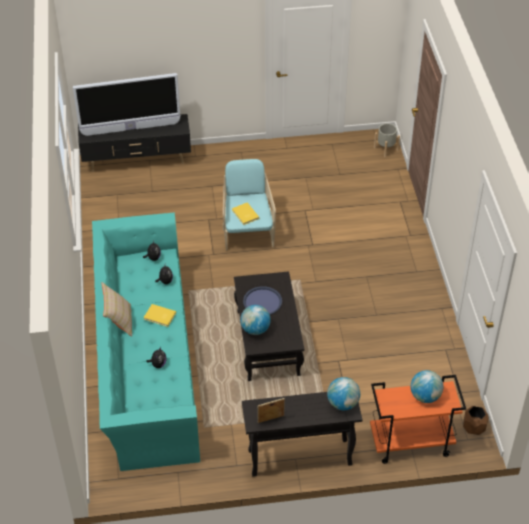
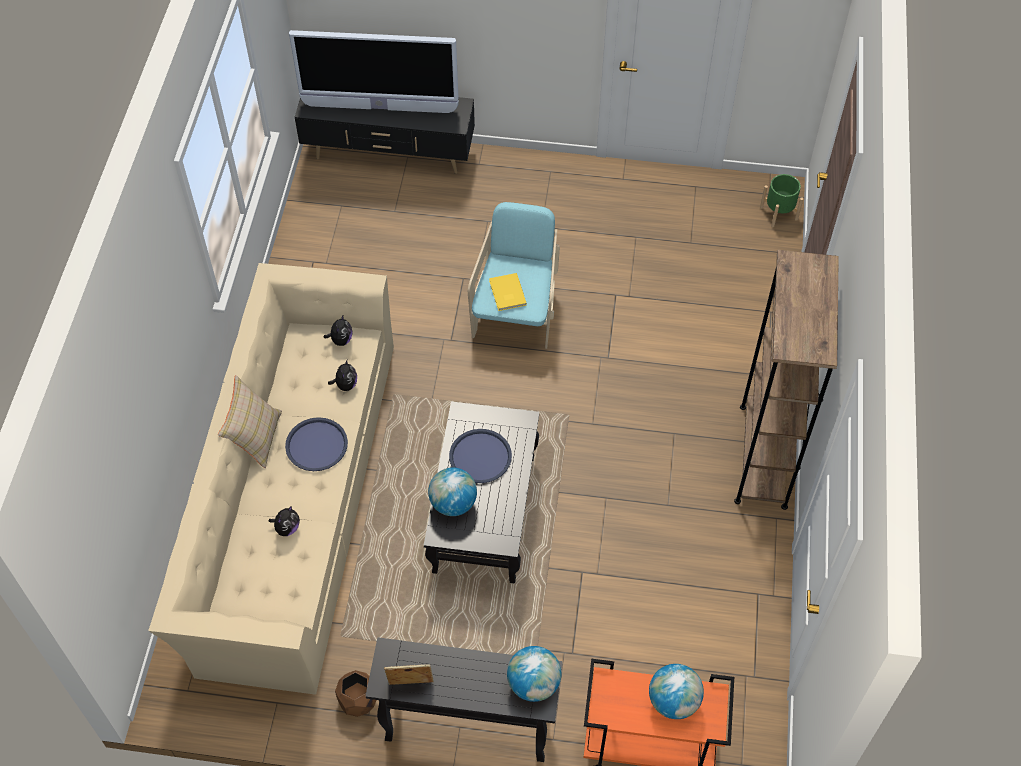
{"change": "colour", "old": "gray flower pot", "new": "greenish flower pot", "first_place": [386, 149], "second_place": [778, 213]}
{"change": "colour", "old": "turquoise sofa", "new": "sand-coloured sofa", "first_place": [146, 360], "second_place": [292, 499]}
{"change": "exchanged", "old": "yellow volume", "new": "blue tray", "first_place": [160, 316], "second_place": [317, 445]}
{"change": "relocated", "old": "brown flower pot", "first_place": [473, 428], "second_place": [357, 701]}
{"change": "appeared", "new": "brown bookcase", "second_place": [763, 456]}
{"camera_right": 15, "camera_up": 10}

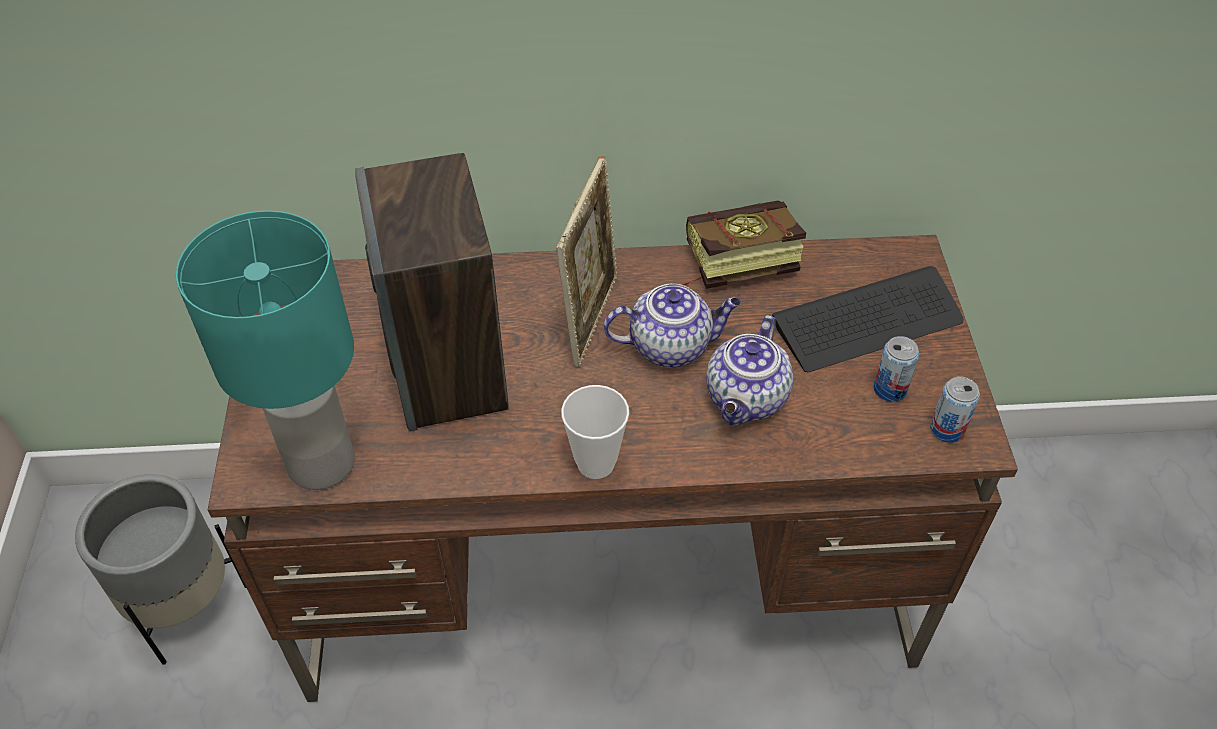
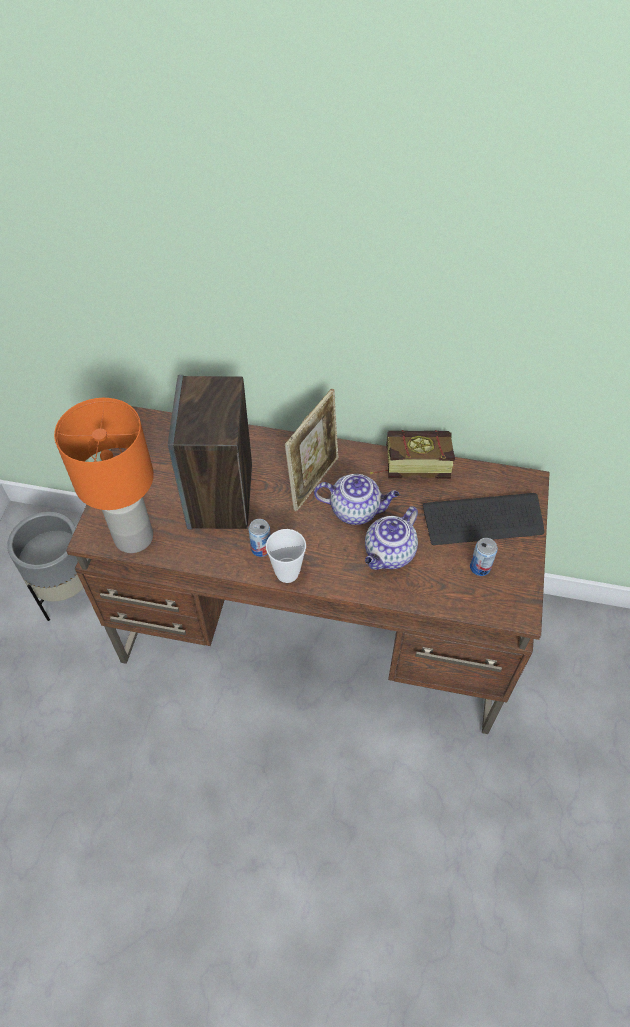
{"change": "colour", "old": "turquoise lamp for a table", "new": "orange lamp for a table", "first_place": [320, 465], "second_place": [133, 538]}
{"change": "relocated", "old": "metal can", "first_place": [947, 429], "second_place": [261, 548]}
{"camera_right": 15, "camera_up": 5}

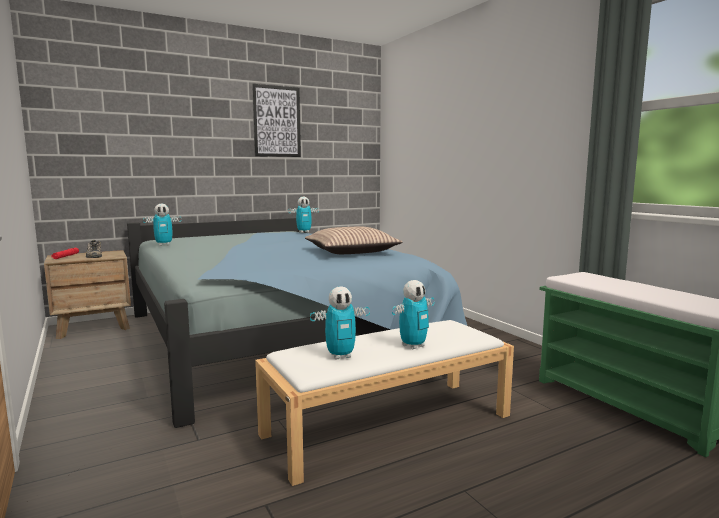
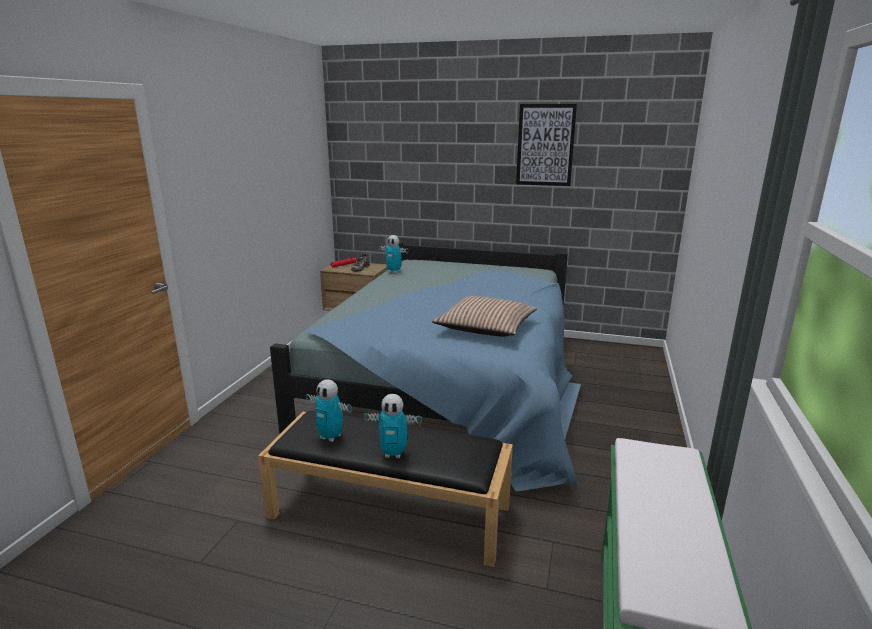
{"change": "missing", "old": "toy robot", "first_place": [304, 232]}
{"change": "colour", "old": "white-coloured bench", "new": "blackish bench", "first_place": [389, 424], "second_place": [391, 511]}
{"camera_right": 45, "camera_up": 10}

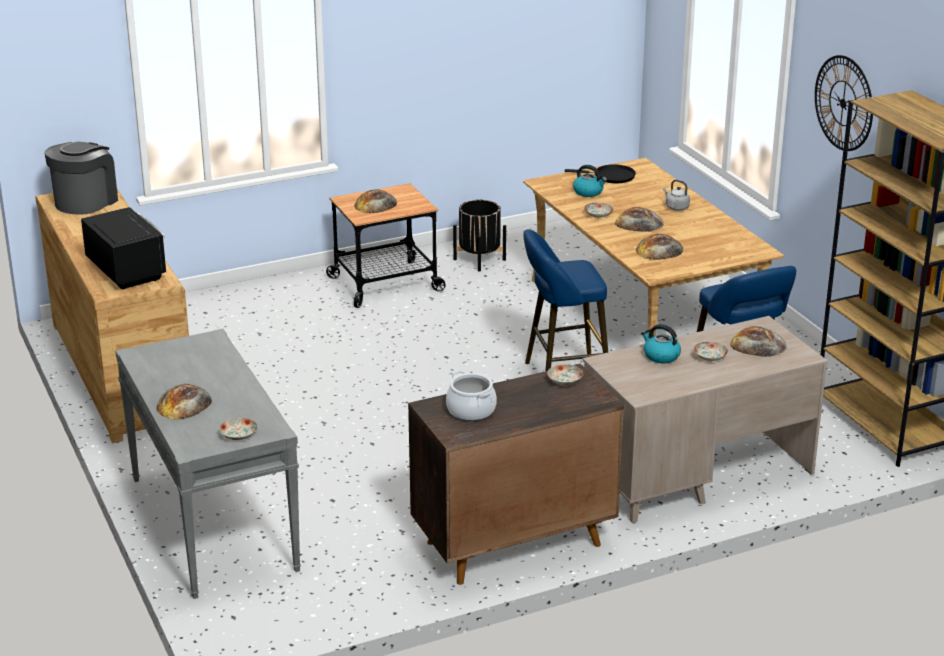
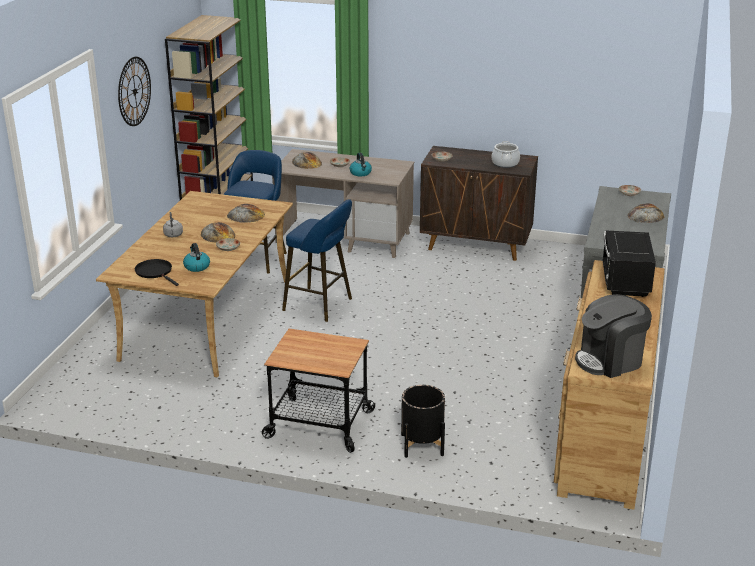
{"change": "missing", "old": "bakery bread", "first_place": [375, 204]}
{"change": "relocated", "old": "blackish flower pot", "first_place": [479, 259], "second_place": [422, 445]}
{"camera_right": -140, "camera_up": 0}

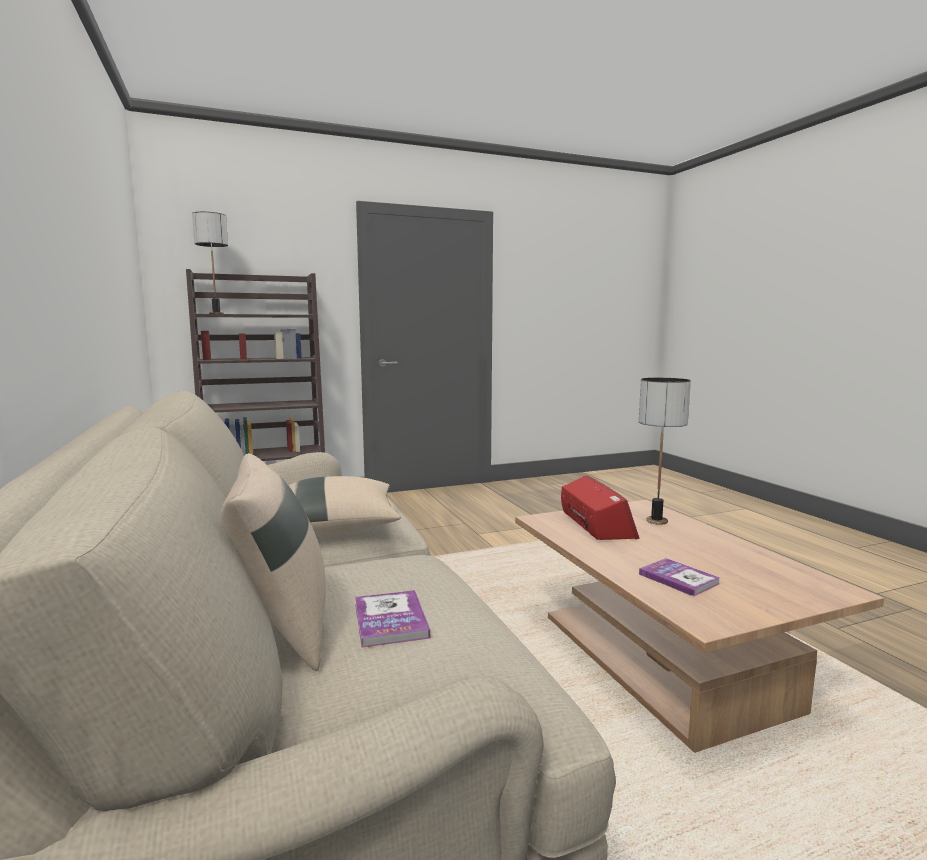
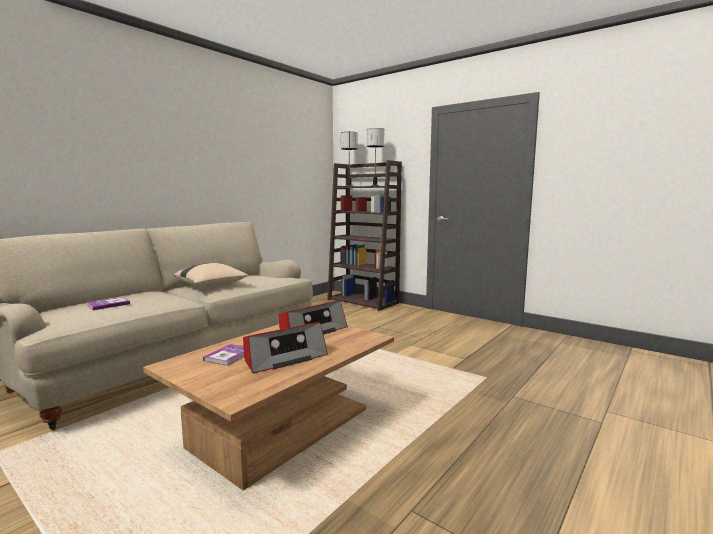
{"change": "relocated", "old": "lamp for a table", "first_place": [657, 521], "second_place": [375, 186]}
{"change": "missing", "old": "sand-coloured throw pillow", "first_place": [280, 628]}
{"change": "appeared", "new": "radio receiver", "second_place": [284, 358]}
{"camera_right": 60, "camera_up": 0}

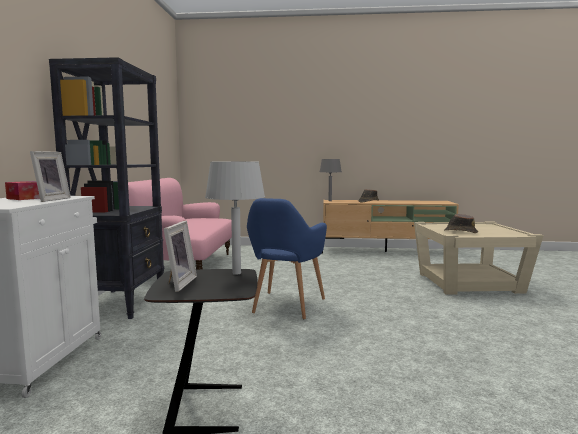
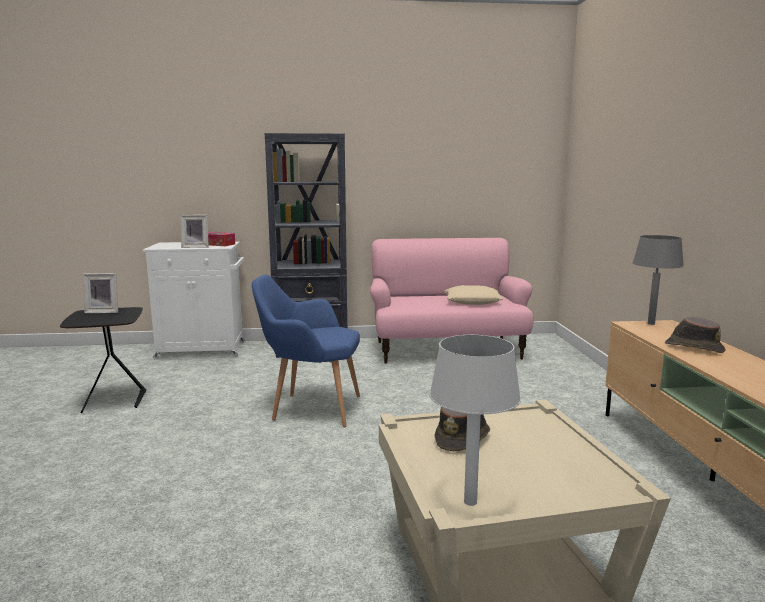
{"change": "relocated", "old": "gray lamp for a table", "first_place": [236, 273], "second_place": [469, 501]}
{"change": "appeared", "new": "sand-coloured throw pillow", "second_place": [472, 301]}
{"camera_right": 80, "camera_up": 5}

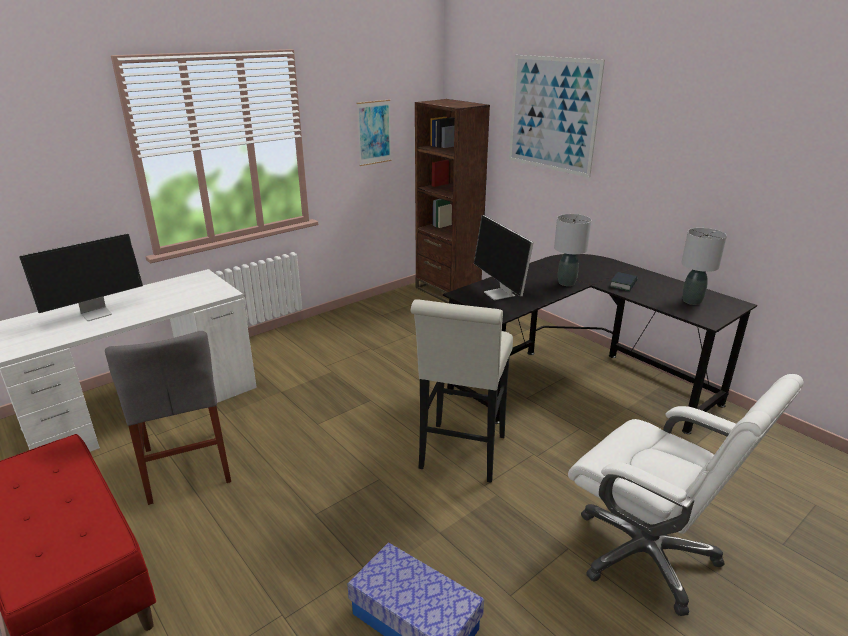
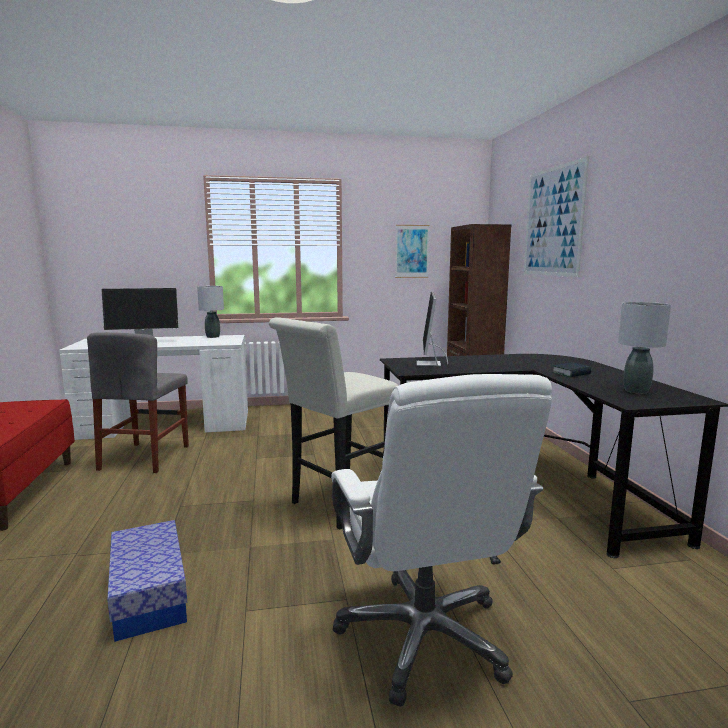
{"change": "relocated", "old": "gray lamp for a table", "first_place": [566, 283], "second_place": [212, 337]}
{"camera_right": 30, "camera_up": -15}

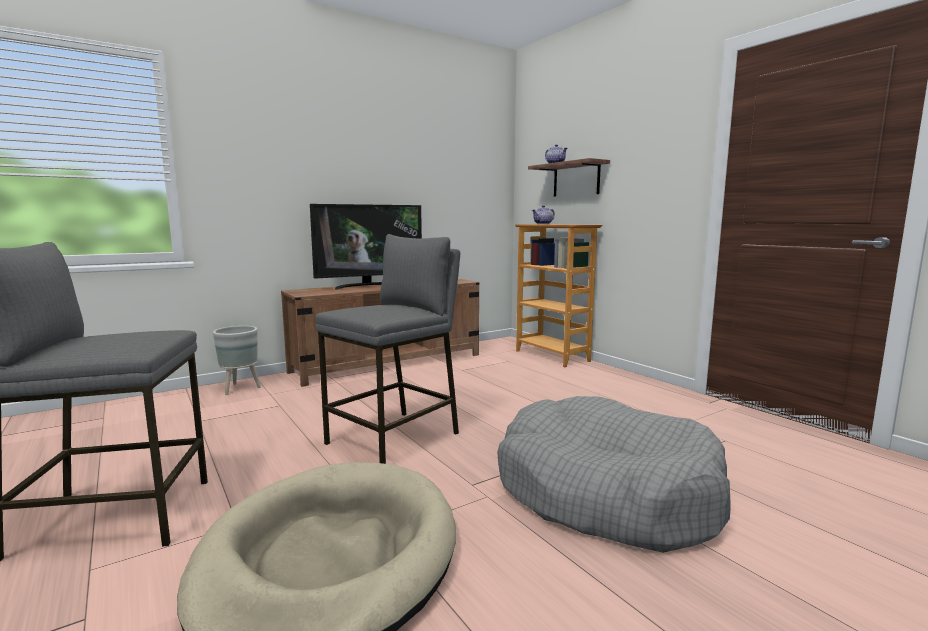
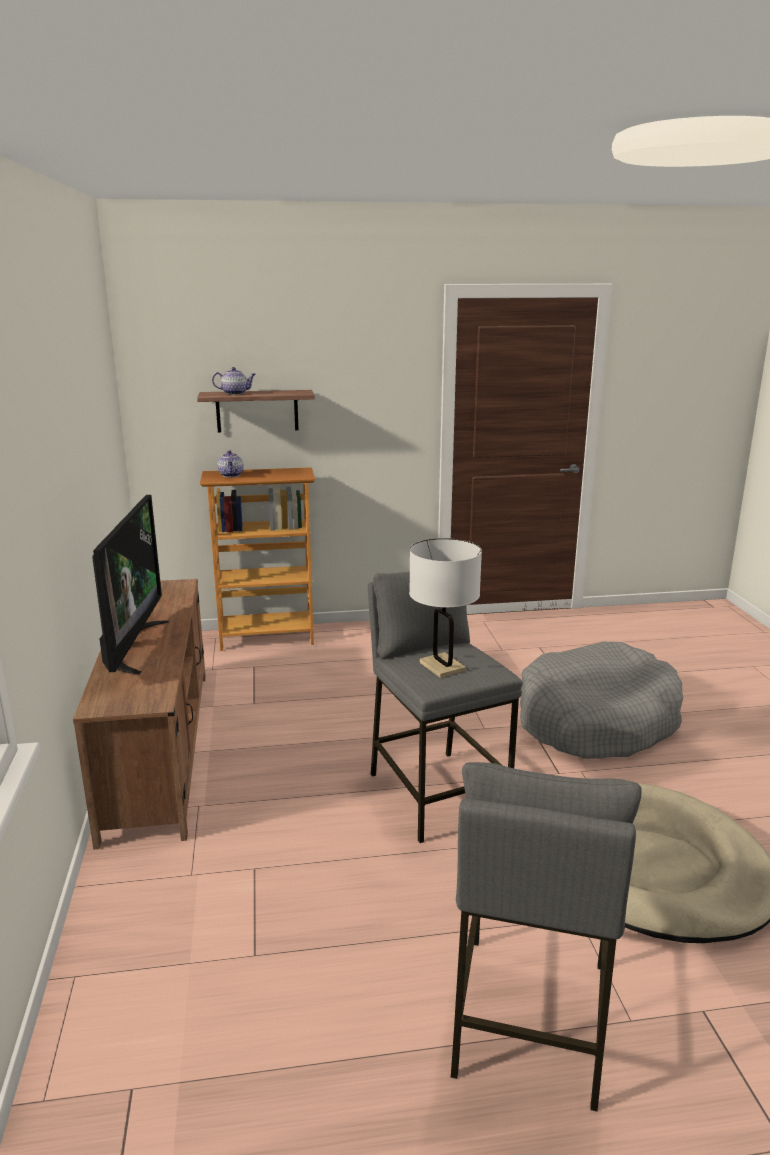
{"change": "missing", "old": "gray flower pot", "first_place": [239, 389]}
{"change": "appeared", "new": "white-coloured lamp for a table", "second_place": [442, 666]}
{"camera_right": -65, "camera_up": 10}

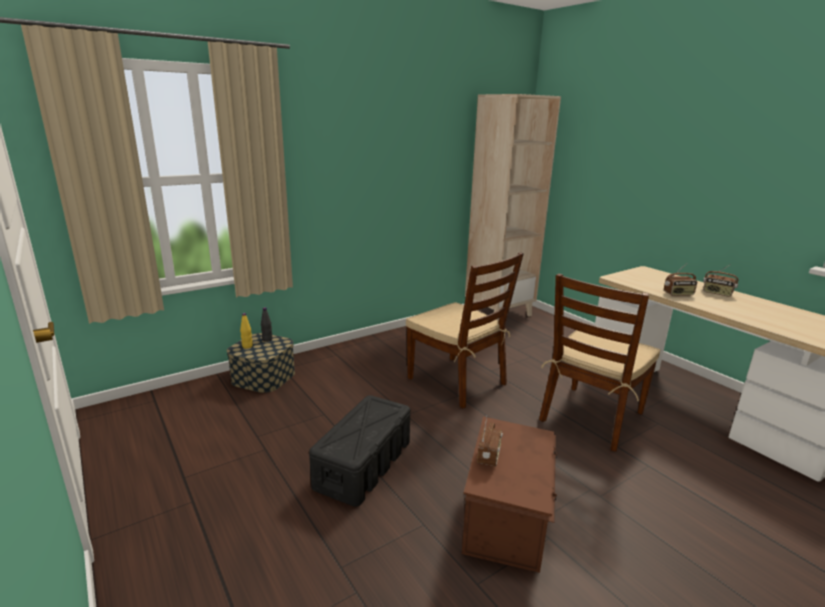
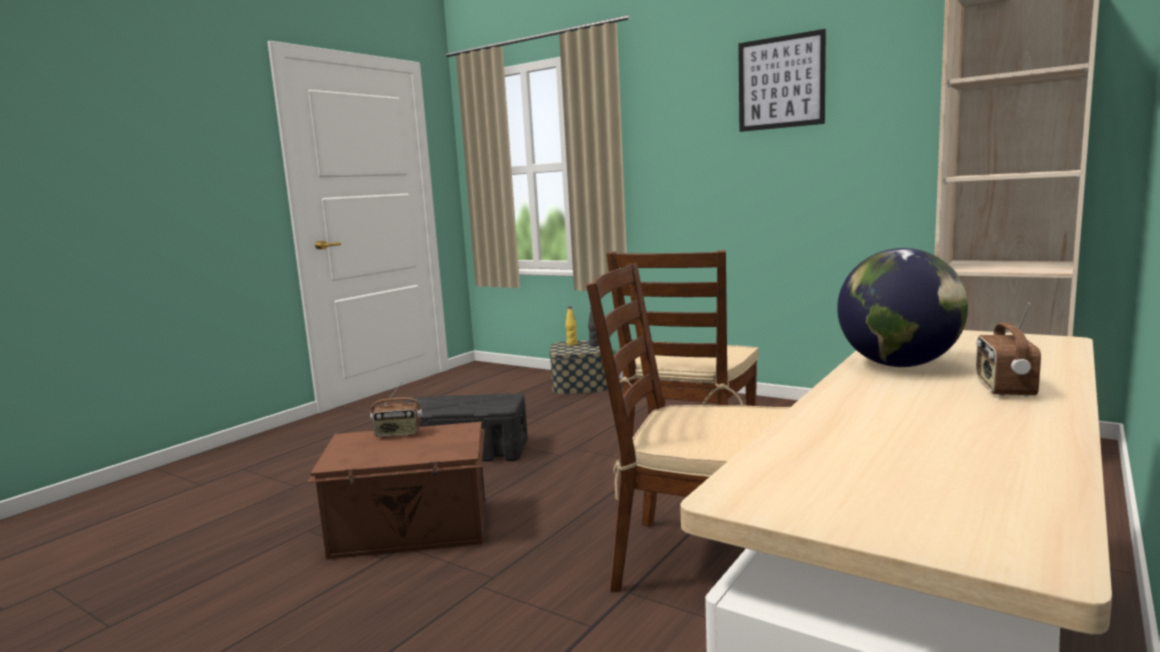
{"change": "exchanged", "old": "radio receiver", "new": "globe", "first_place": [678, 294], "second_place": [899, 365]}
{"change": "appeared", "new": "wall picture", "second_place": [781, 82]}
{"camera_right": 70, "camera_up": -10}

